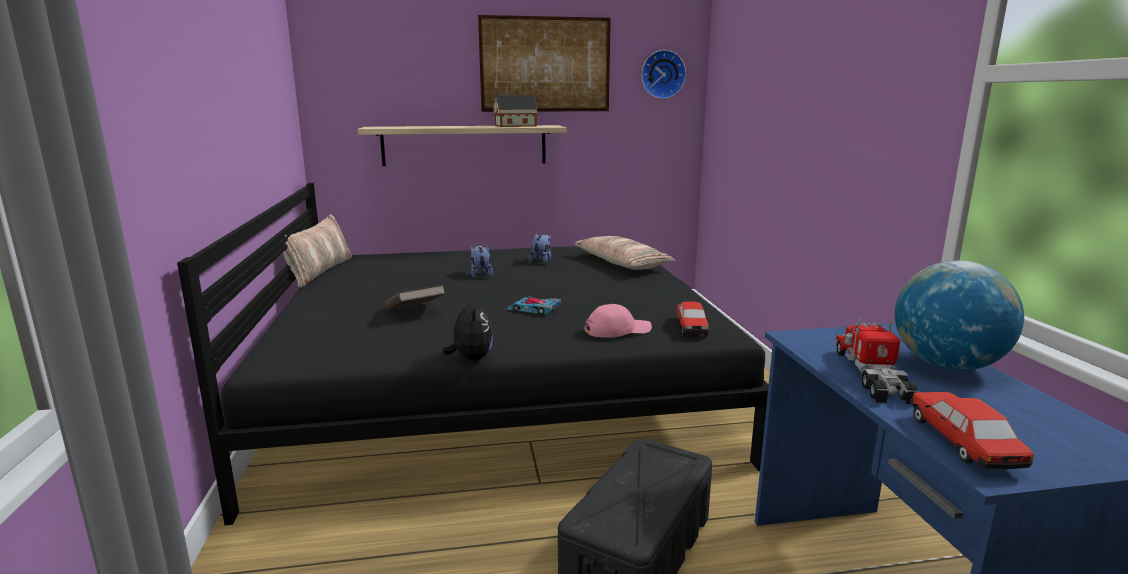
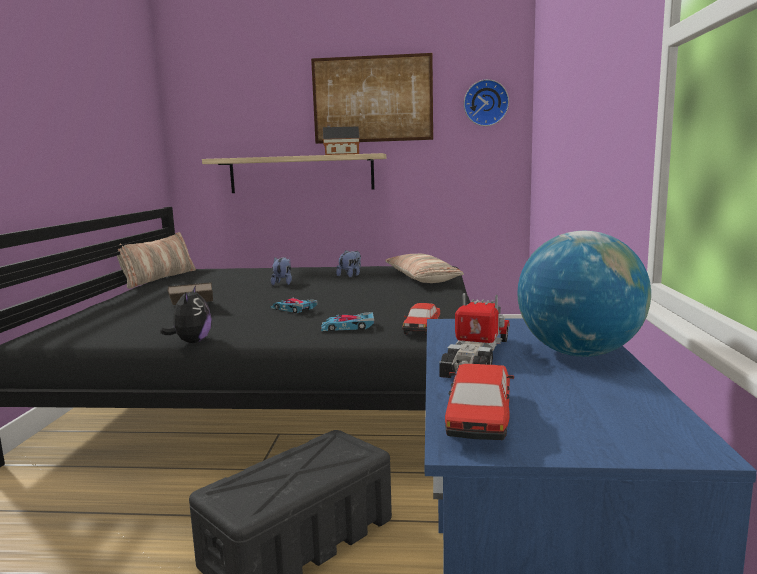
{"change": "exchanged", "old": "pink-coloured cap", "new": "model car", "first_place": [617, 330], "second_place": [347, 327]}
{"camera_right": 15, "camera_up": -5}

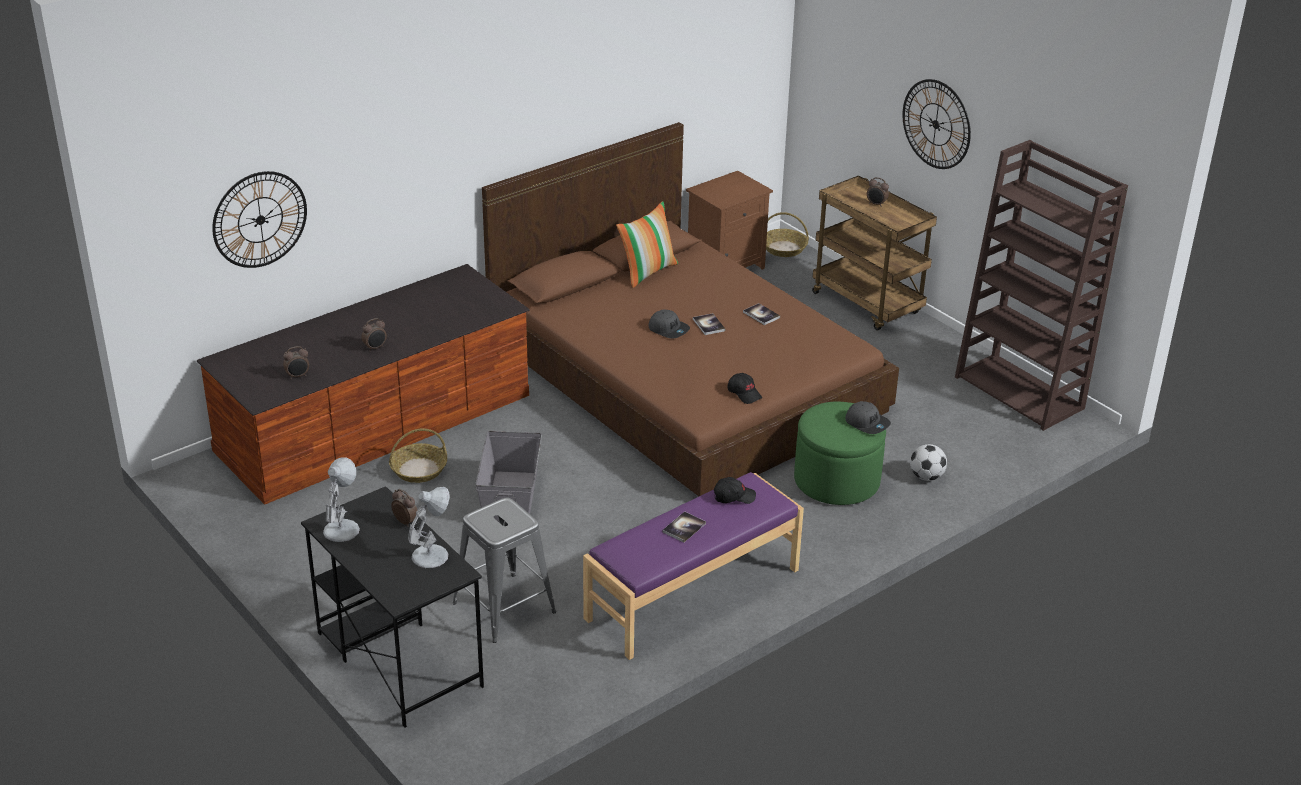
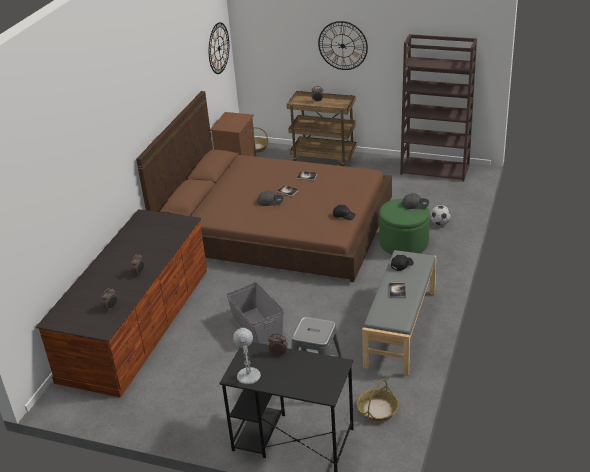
{"change": "relocated", "old": "wall clock", "first_place": [260, 219], "second_place": [218, 48]}
{"change": "missing", "old": "throw pillow", "first_place": [647, 271]}
{"change": "relocated", "old": "household basket", "first_place": [418, 470], "second_place": [377, 409]}
{"change": "colour", "old": "purple bench", "new": "gray bench", "first_place": [693, 595], "second_place": [401, 328]}
{"change": "missing", "old": "white-coloured lamp for a table", "first_place": [432, 555]}
{"camera_right": -30, "camera_up": 0}

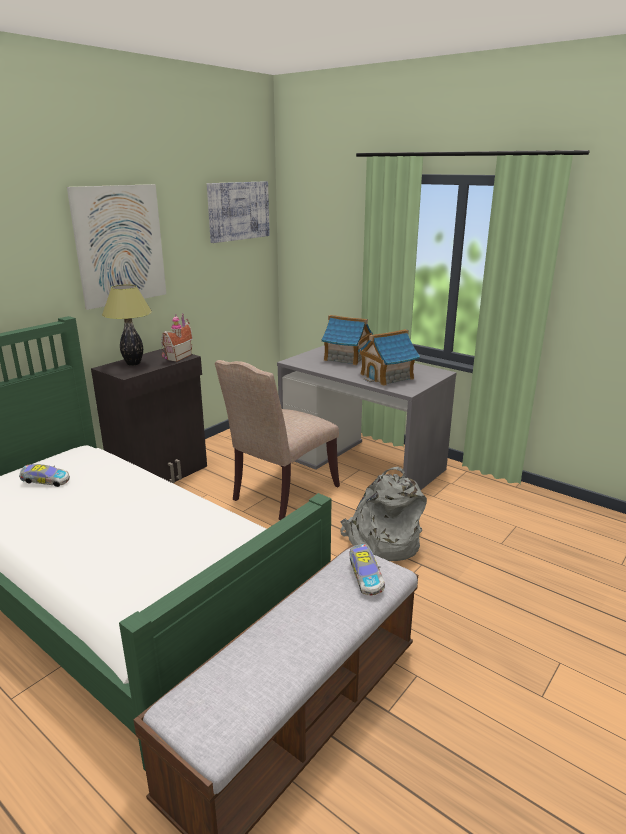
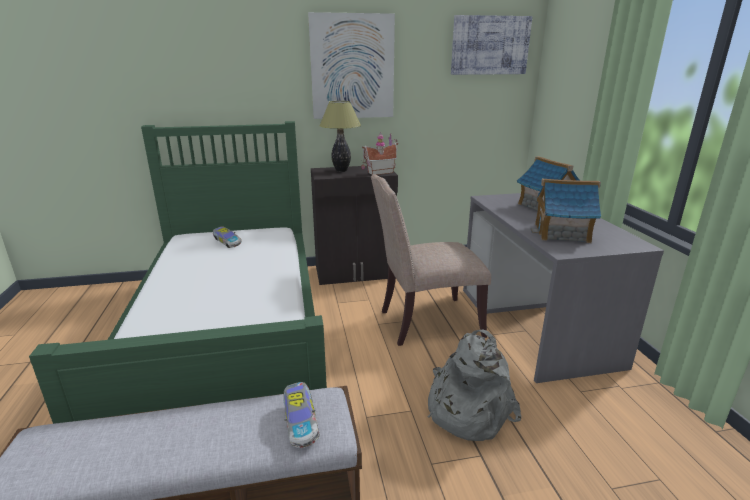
{"change": "spun", "old": "model car", "first_place": [365, 577], "second_place": [300, 422], "degrees": -45}
{"camera_right": 40, "camera_up": 0}

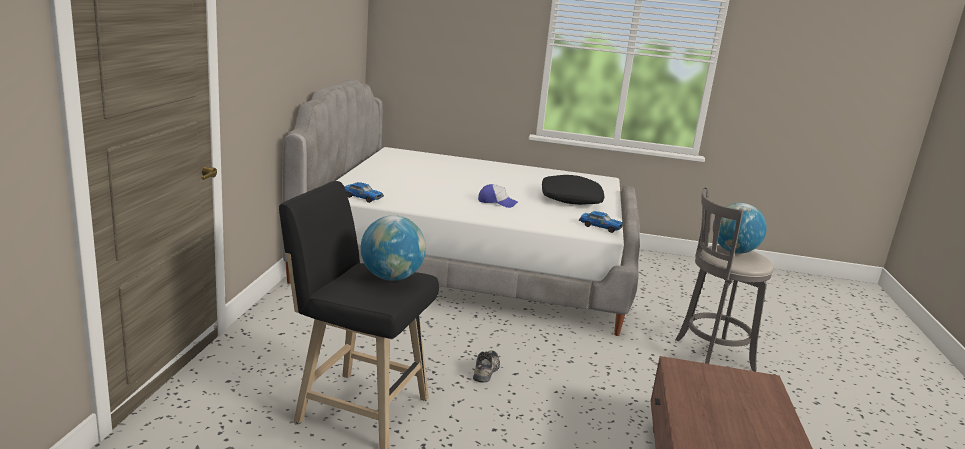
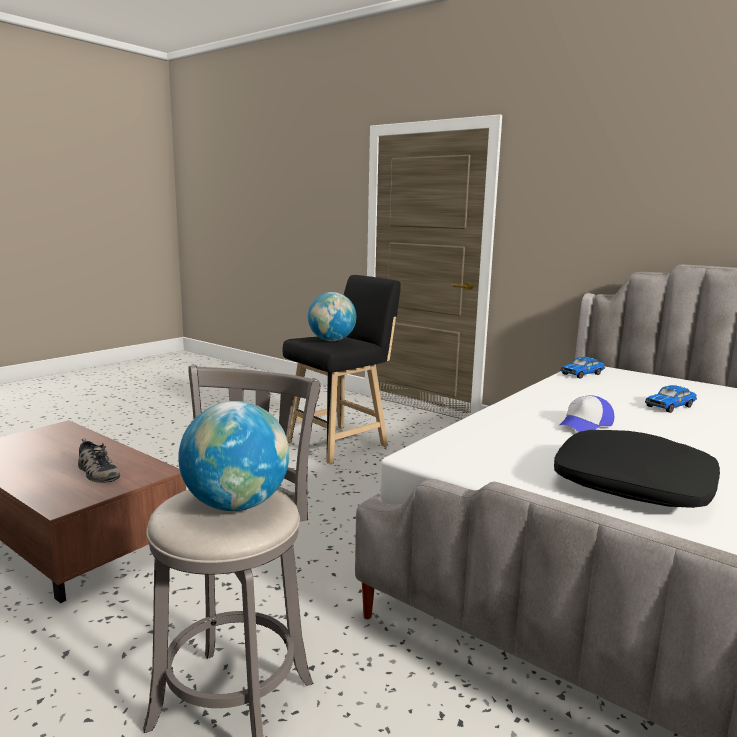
{"change": "relocated", "old": "model car", "first_place": [600, 227], "second_place": [670, 406]}
{"change": "relocated", "old": "item of footwear", "first_place": [487, 370], "second_place": [96, 472]}
{"camera_right": 120, "camera_up": -5}

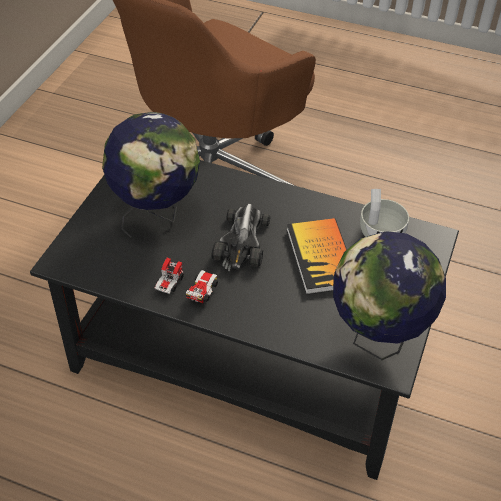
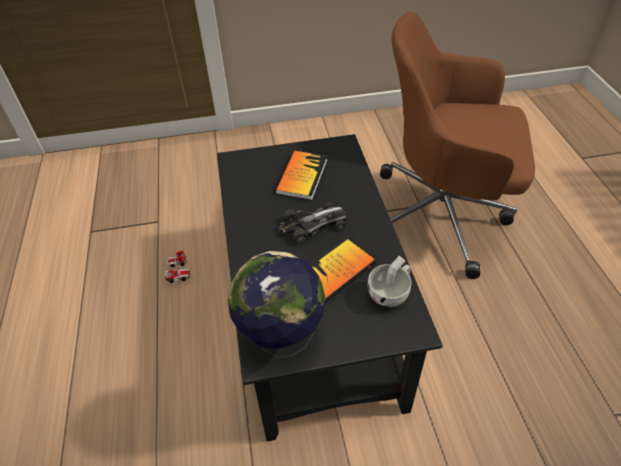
{"change": "exchanged", "old": "globe", "new": "volume", "first_place": [157, 214], "second_place": [302, 176]}
{"change": "relocated", "old": "model car", "first_place": [187, 287], "second_place": [178, 270]}
{"camera_right": 60, "camera_up": 0}

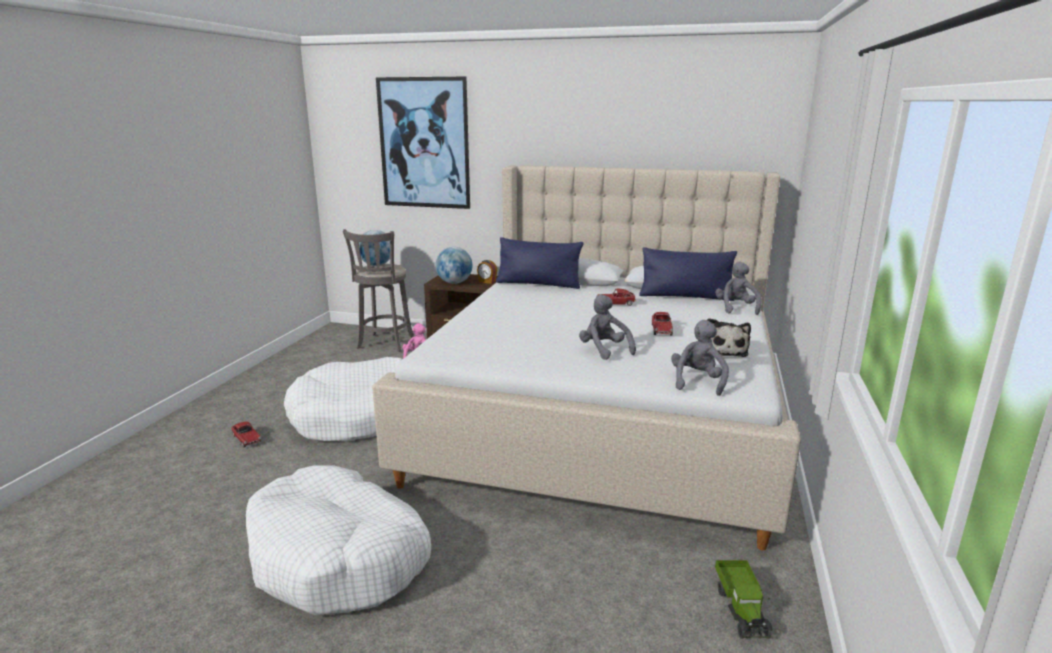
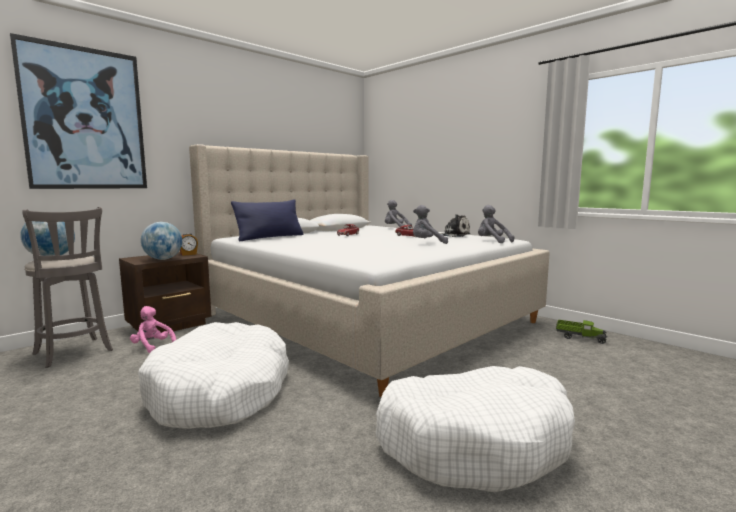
{"change": "missing", "old": "blue throw pillow", "first_place": [685, 296]}
{"change": "missing", "old": "model car", "first_place": [247, 439]}
{"camera_right": -60, "camera_up": -10}

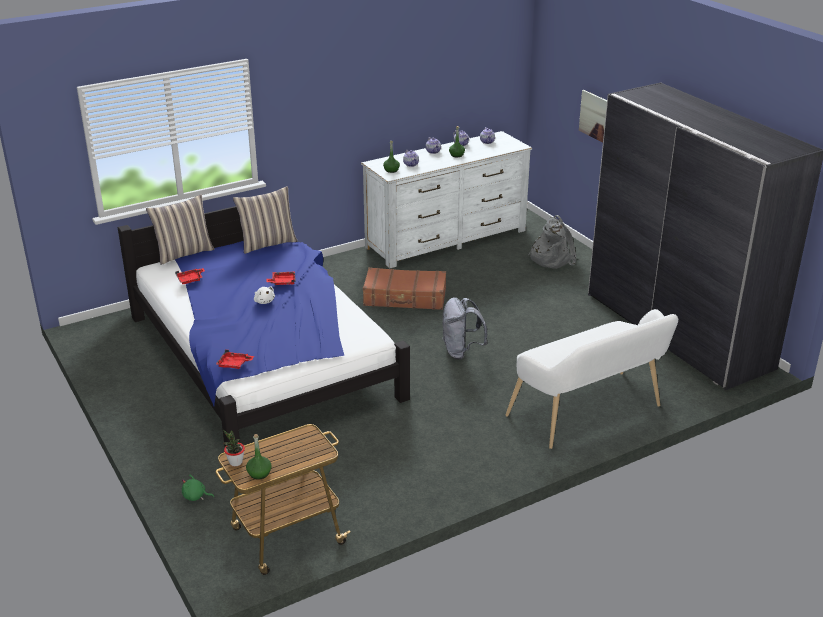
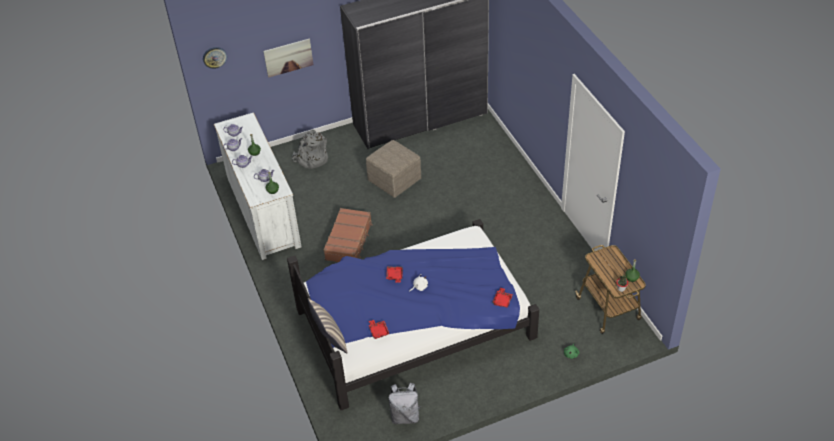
{"change": "missing", "old": "throw pillow", "first_place": [268, 243]}
{"change": "relocated", "old": "gray knapsack", "first_place": [461, 351], "second_place": [405, 416]}
{"change": "missing", "old": "white-coloured bench", "first_place": [589, 414]}
{"change": "appeared", "new": "wall clock", "second_place": [214, 57]}
{"change": "appeared", "new": "sand-coloured footrest", "second_place": [394, 181]}
{"camera_right": -80, "camera_up": 15}

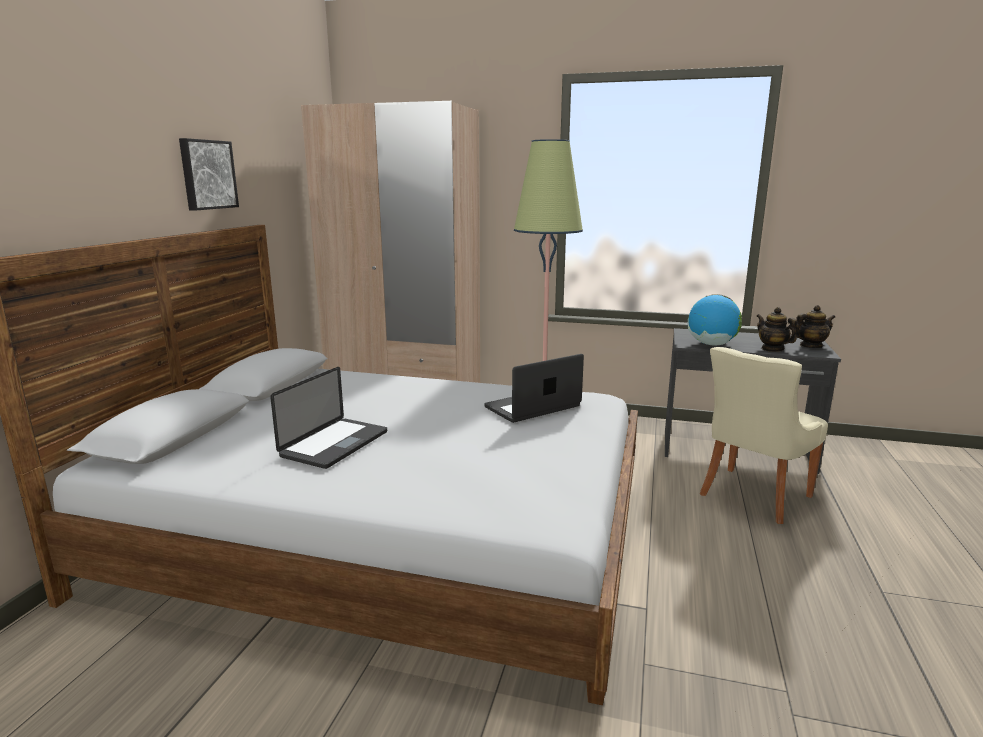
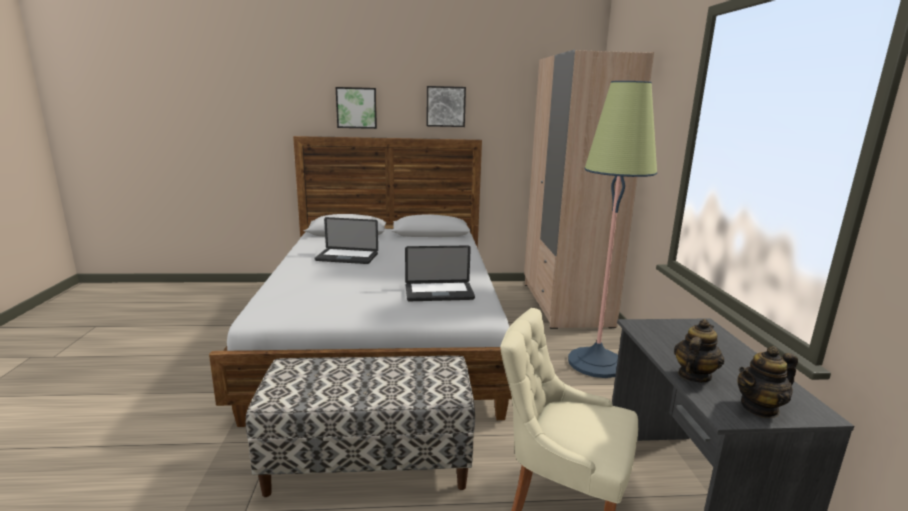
{"change": "missing", "old": "globe", "first_place": [712, 344]}
{"change": "spun", "old": "tea pot", "first_place": [810, 346], "second_place": [760, 408], "degrees": 105}
{"change": "spun", "old": "laptop", "first_place": [532, 407], "second_place": [439, 293], "degrees": 135}
{"change": "appeared", "new": "wall picture", "second_place": [356, 108]}
{"change": "appeared", "new": "bench", "second_place": [369, 462]}
{"camera_right": 70, "camera_up": 0}

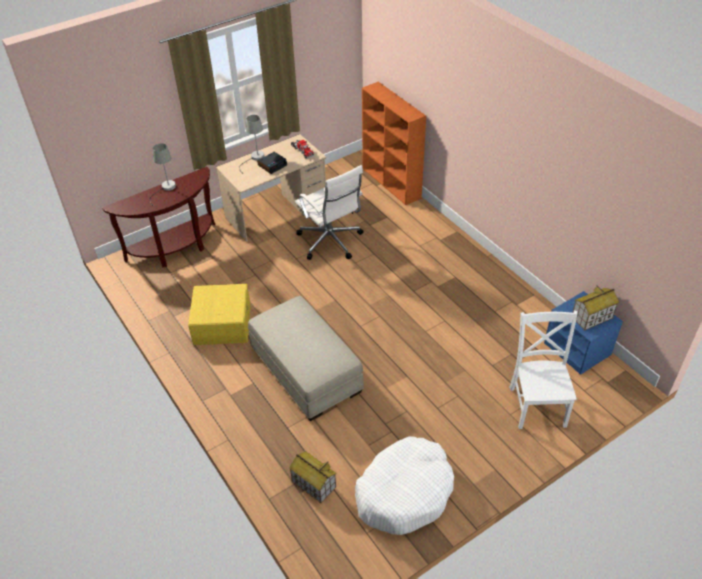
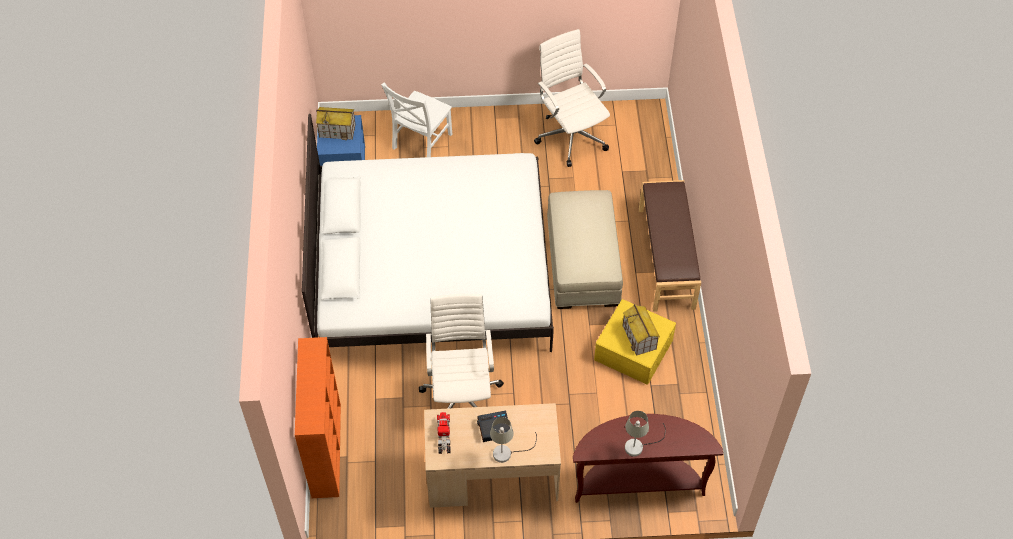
{"change": "exchanged", "old": "white-coloured dog cushion", "new": "white-coloured desk chair", "first_place": [404, 492], "second_place": [571, 135]}
{"change": "relocated", "old": "toy house", "first_place": [313, 484], "second_place": [639, 338]}
{"change": "appeared", "new": "white-coloured bed", "second_place": [432, 268]}
{"change": "appeared", "new": "brown bench", "second_place": [667, 258]}
{"camera_right": -150, "camera_up": 10}

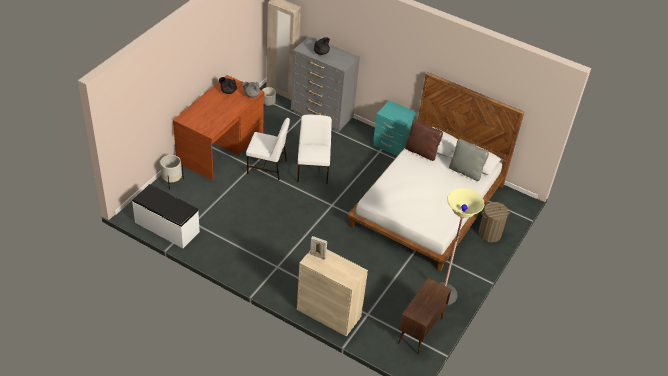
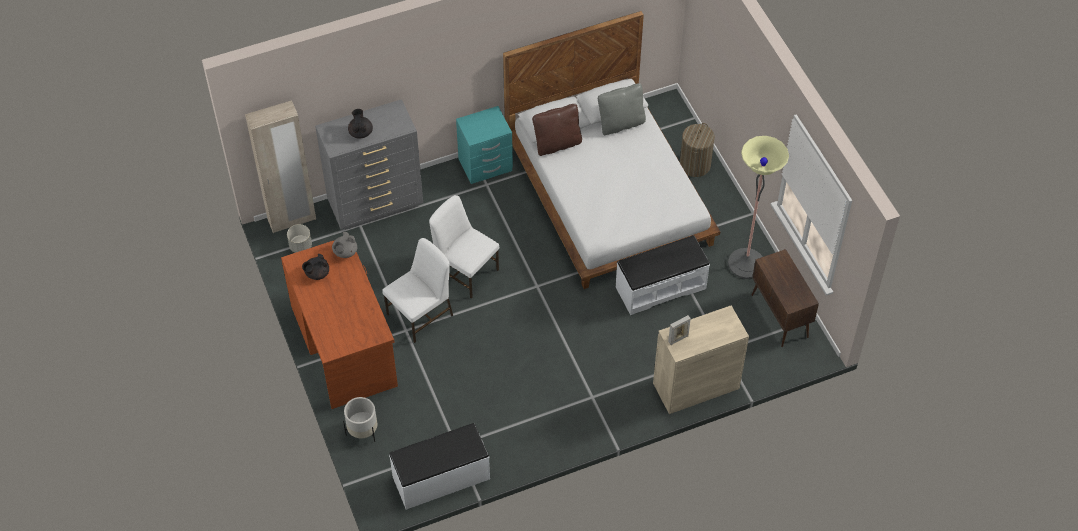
{"change": "appeared", "new": "white-coloured bench", "second_place": [660, 287]}
{"camera_right": -50, "camera_up": 10}

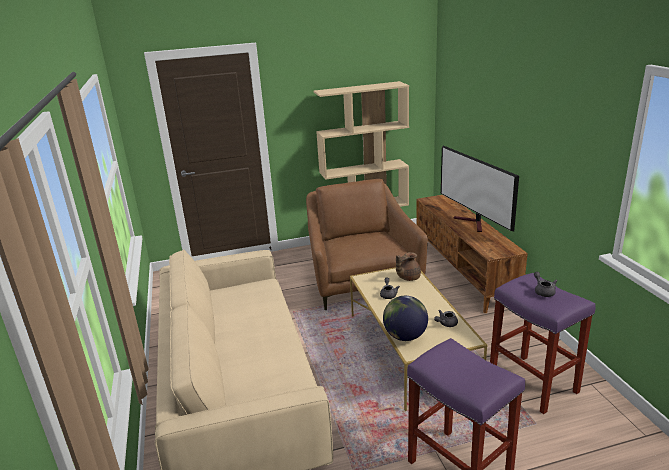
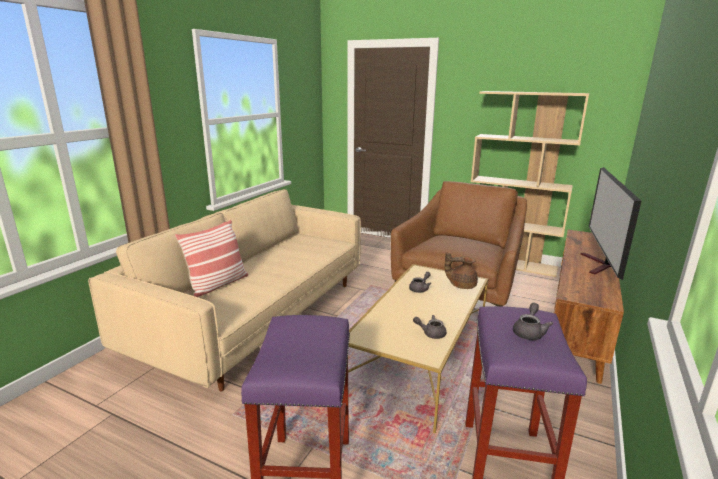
{"change": "missing", "old": "globe", "first_place": [405, 336]}
{"change": "appeared", "new": "throw pillow", "second_place": [218, 284]}
{"camera_right": 40, "camera_up": -5}

